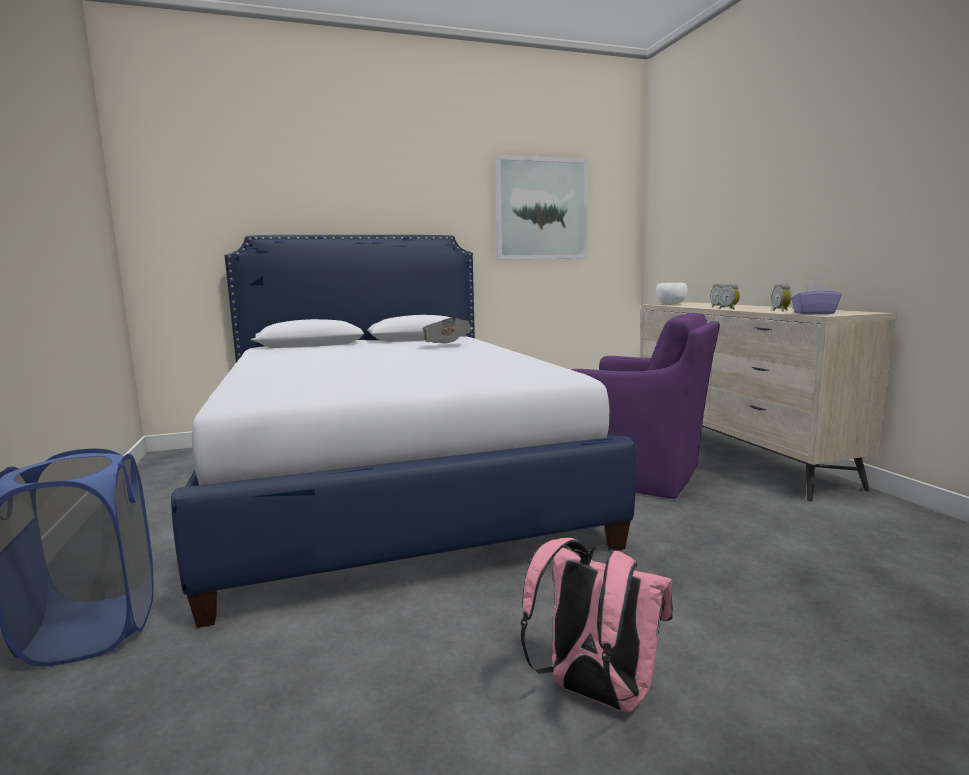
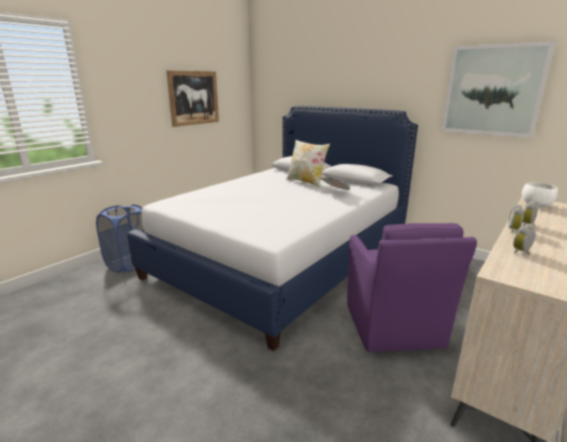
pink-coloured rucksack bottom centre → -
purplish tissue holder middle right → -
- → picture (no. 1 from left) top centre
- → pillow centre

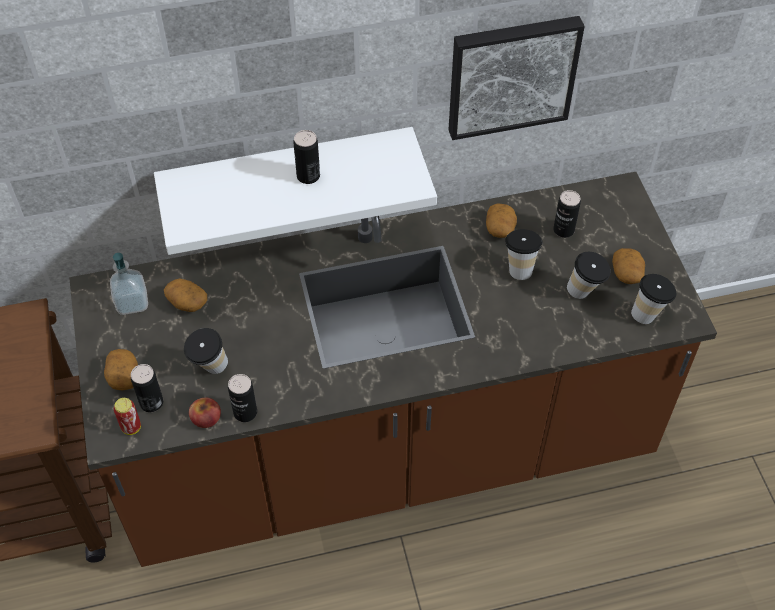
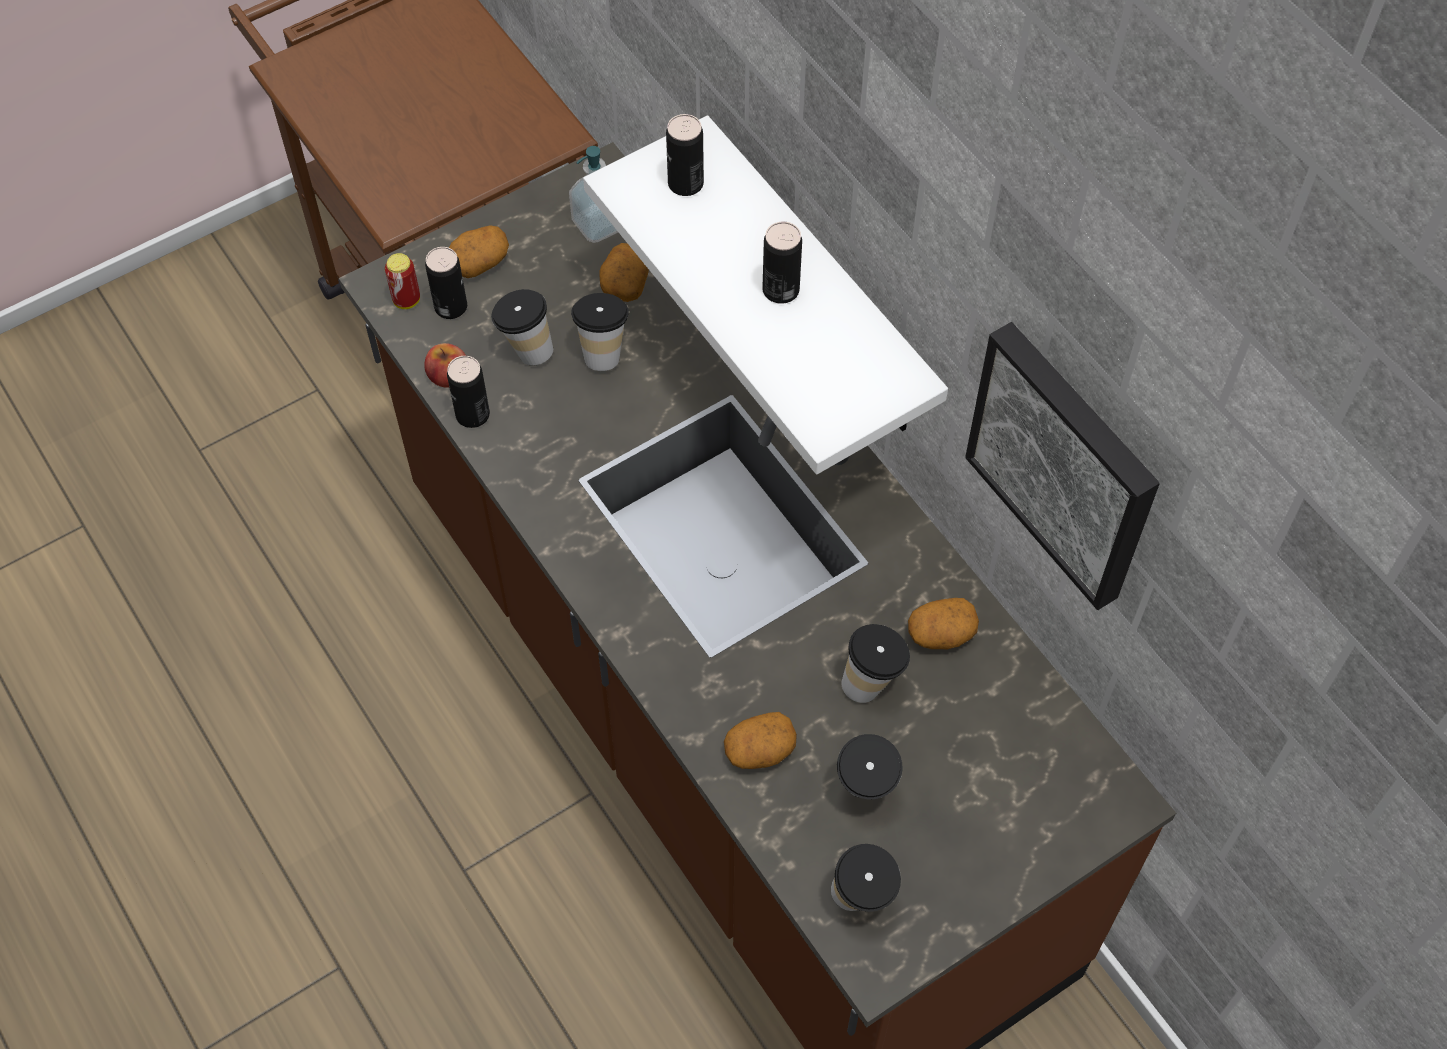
sealed can (no. 5 from left in the first image) middle right → sealed can (no. 4 from left) top centre, shifted
whole potato (no. 4 from left in the first image) middle right → whole potato (no. 3 from left) bottom centre, shifted
- → cup (no. 2 from left) top centre

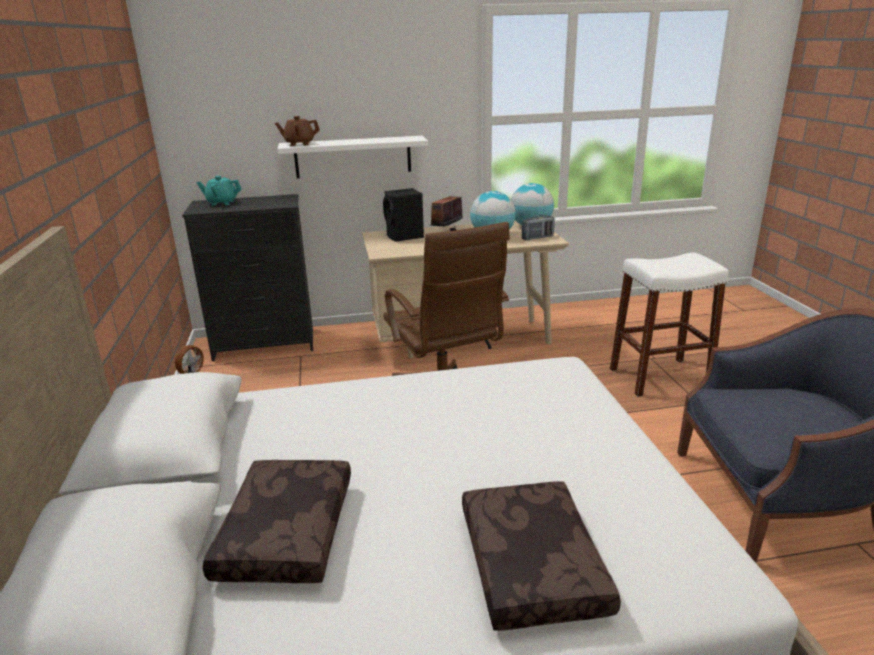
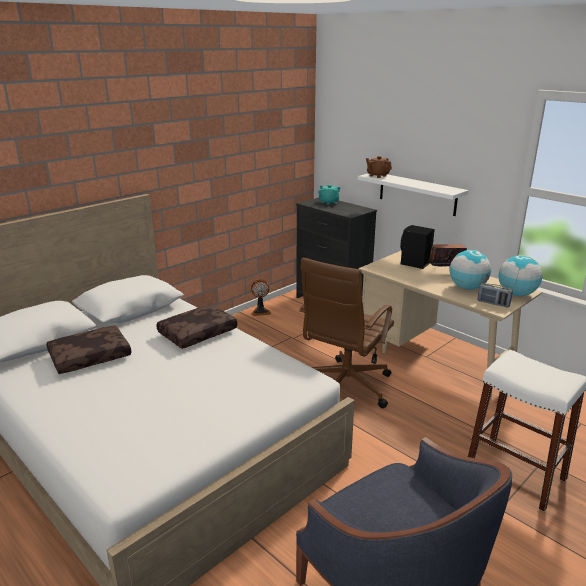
brown pillow (no. 2 from left) bottom centre → brown pillow (no. 2 from left) centre, shifted

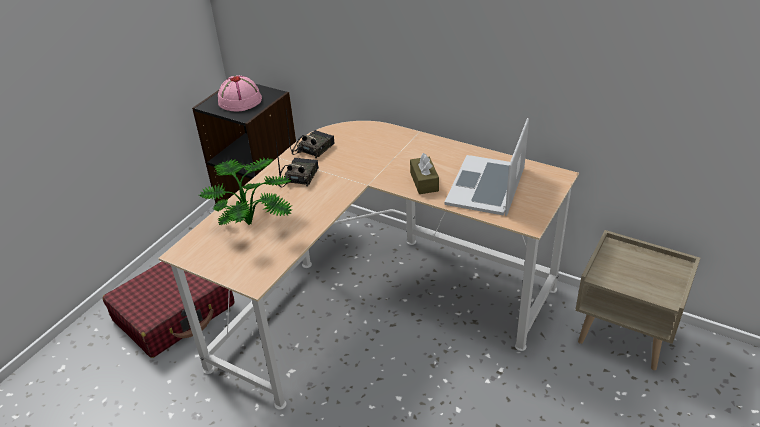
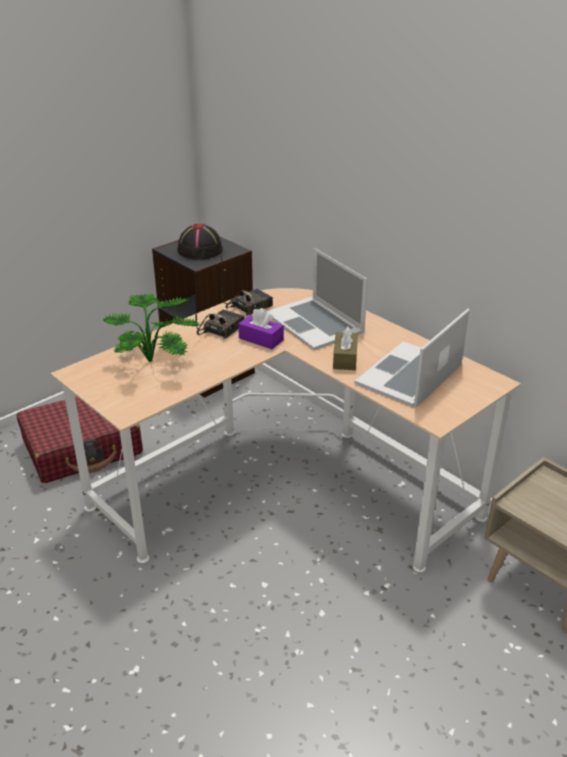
pink-coloured clothing hat top left → black clothing hat top centre
- → purplish tissue holder centre
- → notebook computer (no. 1 from left) centre

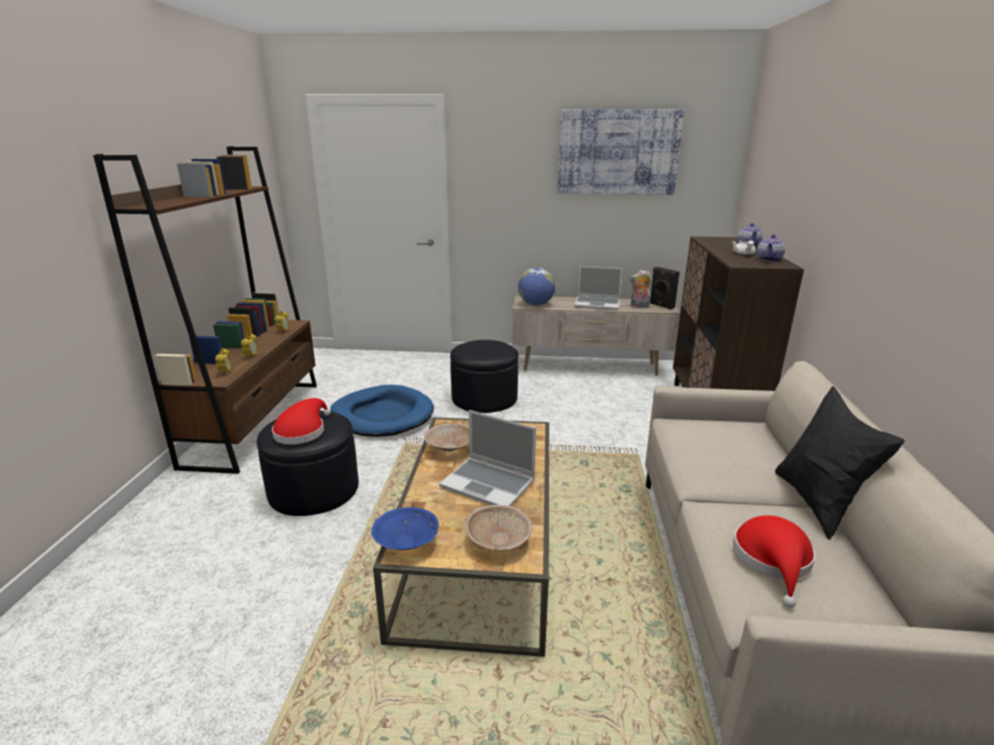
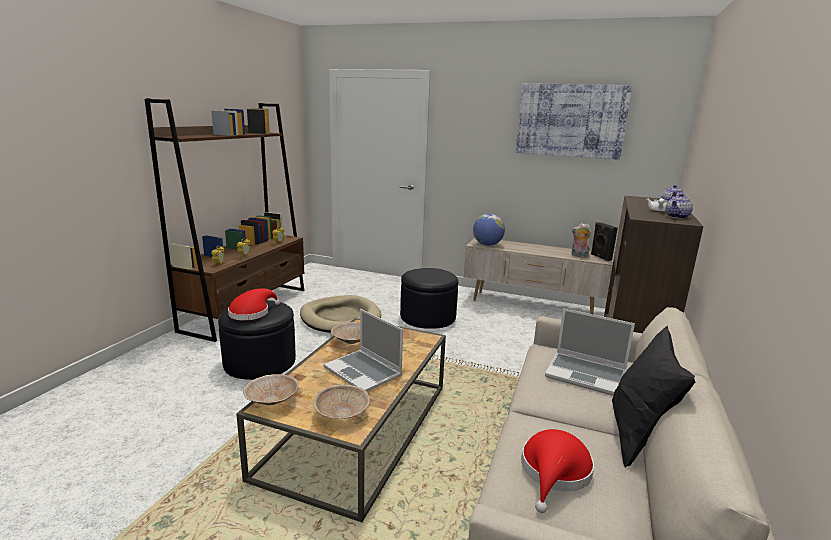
blue-coloured dog bed centre → beige dog bed centre
blue-coloured deep dish bottom centre → beige deep dish (no. 1 from left) bottom left
notebook computer (no. 2 from left) centre → notebook computer (no. 2 from left) middle right, shifted

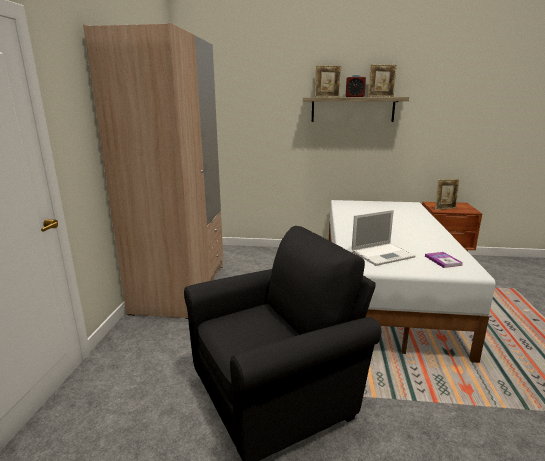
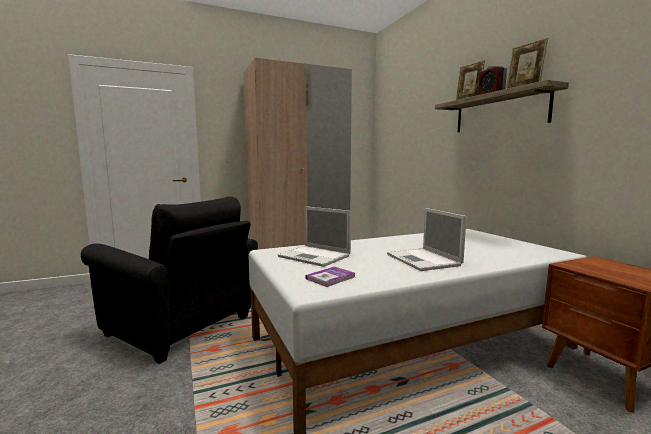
standing frame (no. 3 from left) middle right → -
- → notebook computer (no. 2 from left) centre

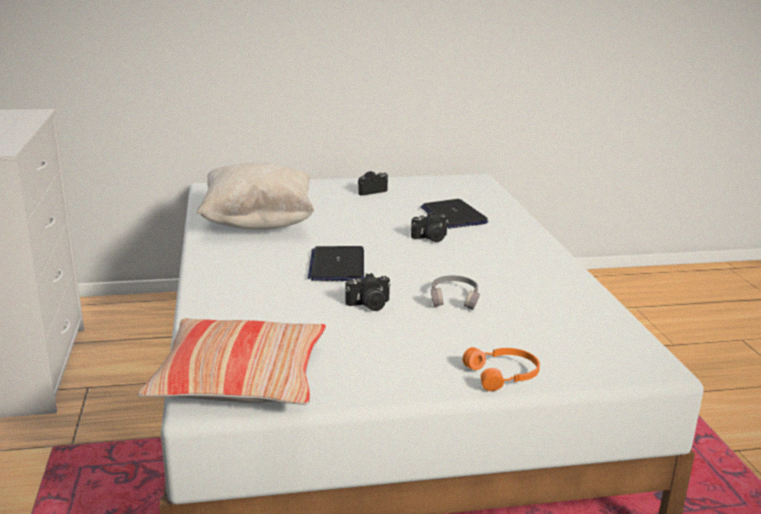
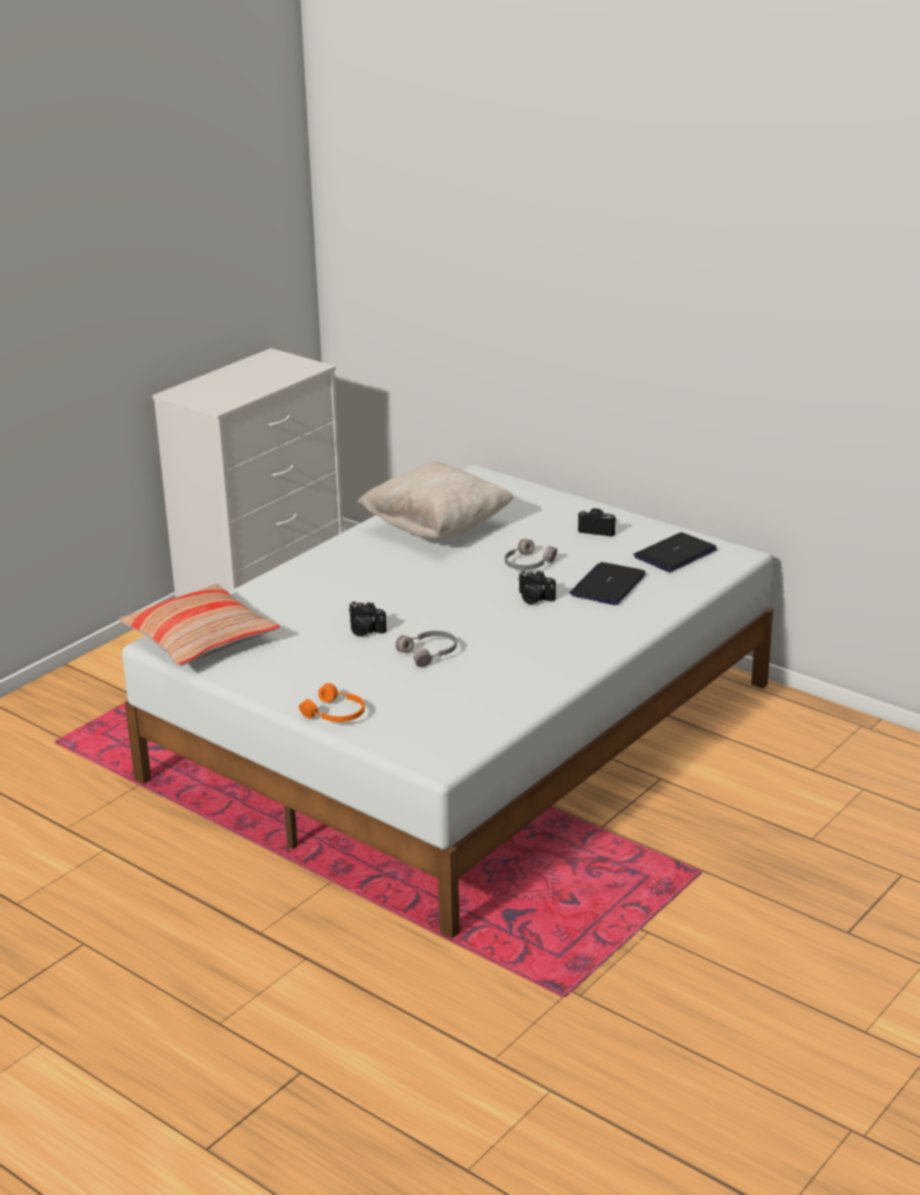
notebook computer (no. 1 from left in the first image) centre → notebook computer (no. 2 from left) middle right, shifted
- → greyish headphones (no. 2 from left) centre

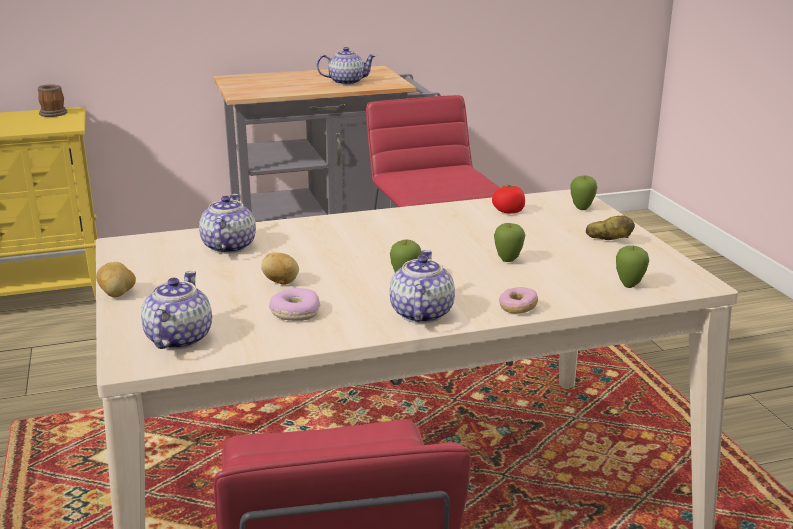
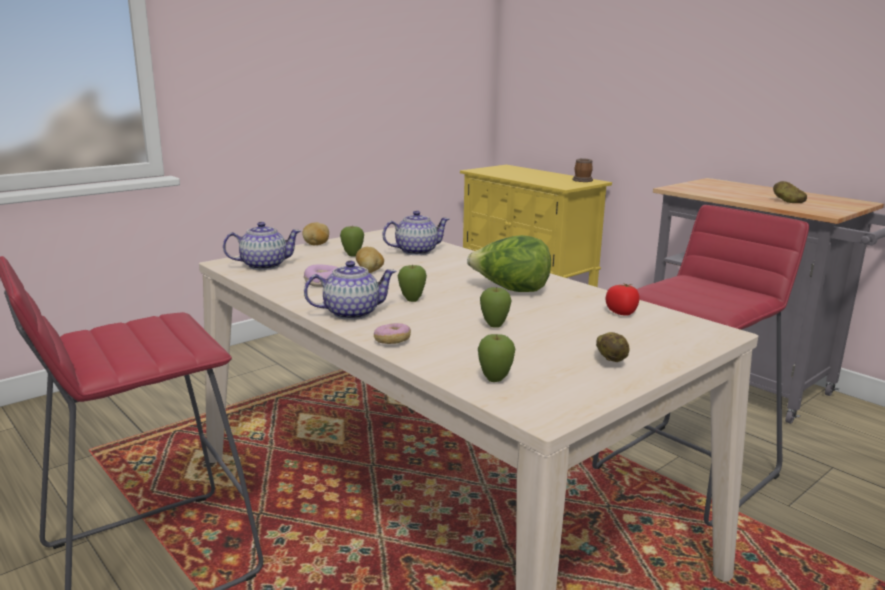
pot for tea (no. 3 from left) top centre → whole potato (no. 4 from left) top right
whole apple (no. 3 from left in the first image) middle right → whole apple (no. 1 from left) centre, shifted
- → head of lettuce centre

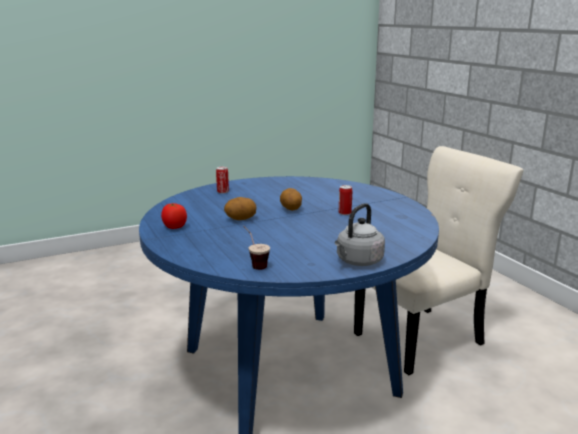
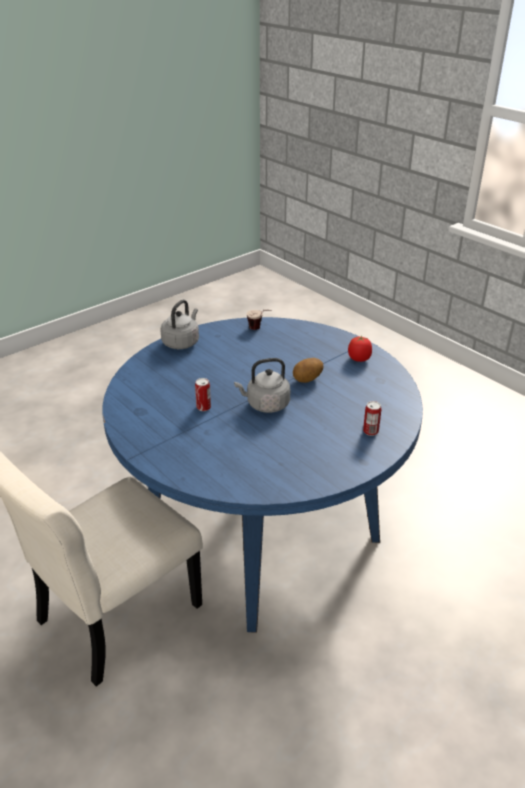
whole potato (no. 2 from left) centre → greyish kettle (no. 2 from left) centre

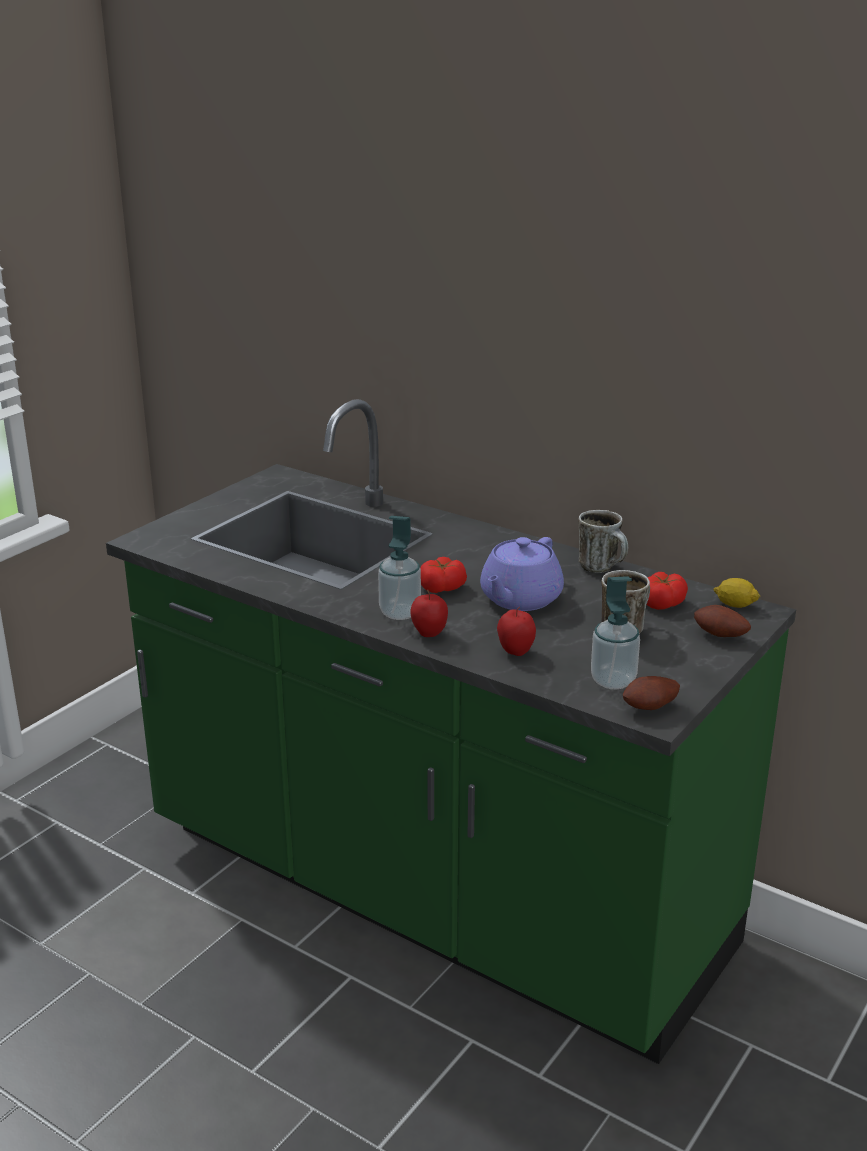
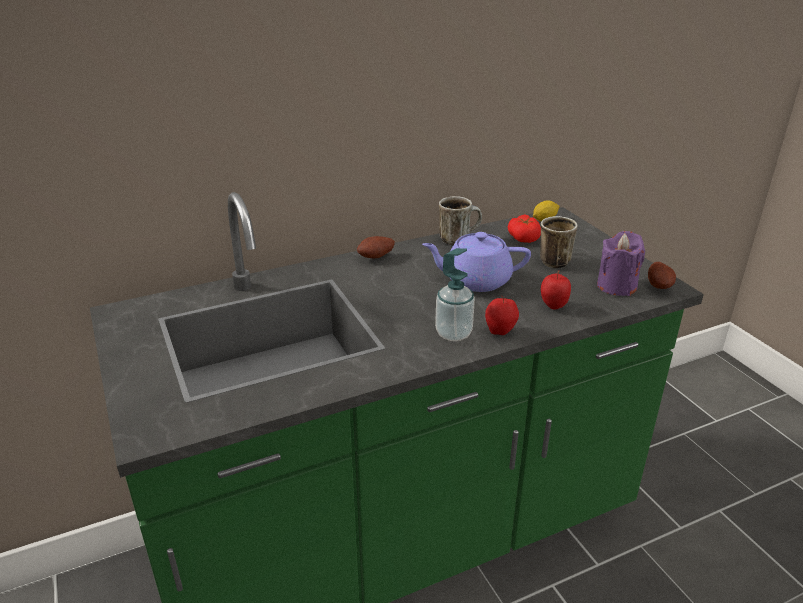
whole tomato (no. 1 from left) centre → -
purplish pot for tea centre, 120 degrees clockwise
soap bottle (no. 2 from left) middle right → purplish wax light middle right
whole potato (no. 2 from left in the first image) middle right → whole potato (no. 1 from left) centre, shifted

